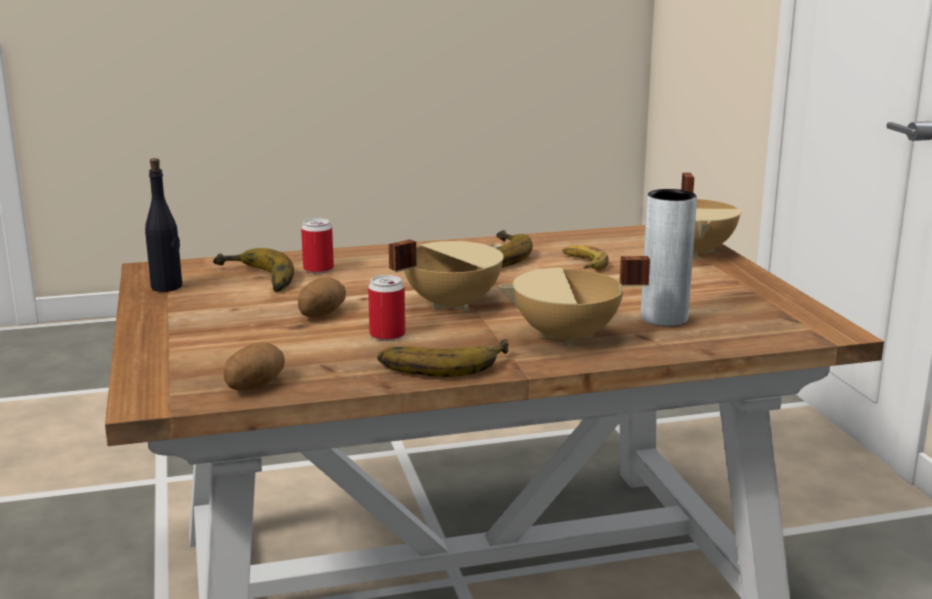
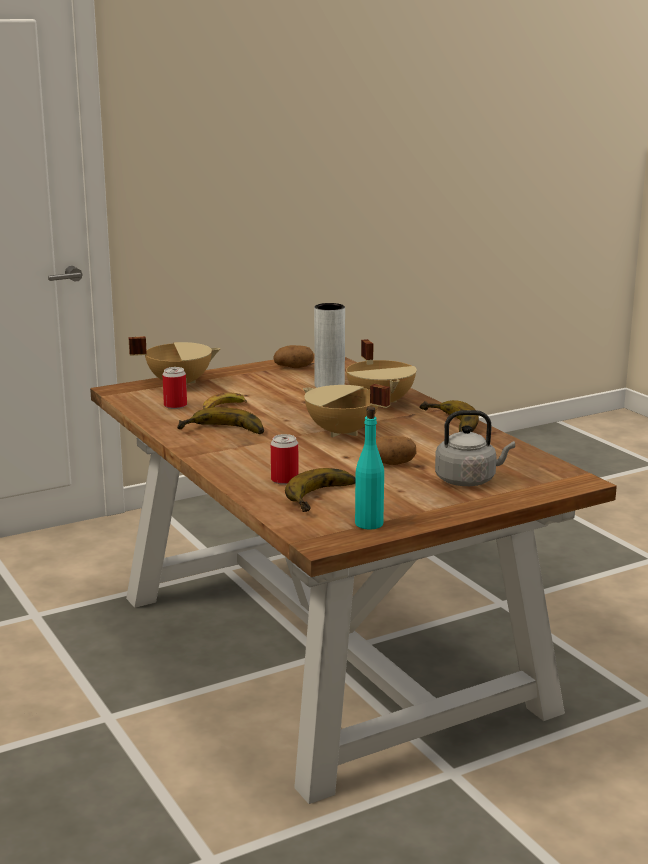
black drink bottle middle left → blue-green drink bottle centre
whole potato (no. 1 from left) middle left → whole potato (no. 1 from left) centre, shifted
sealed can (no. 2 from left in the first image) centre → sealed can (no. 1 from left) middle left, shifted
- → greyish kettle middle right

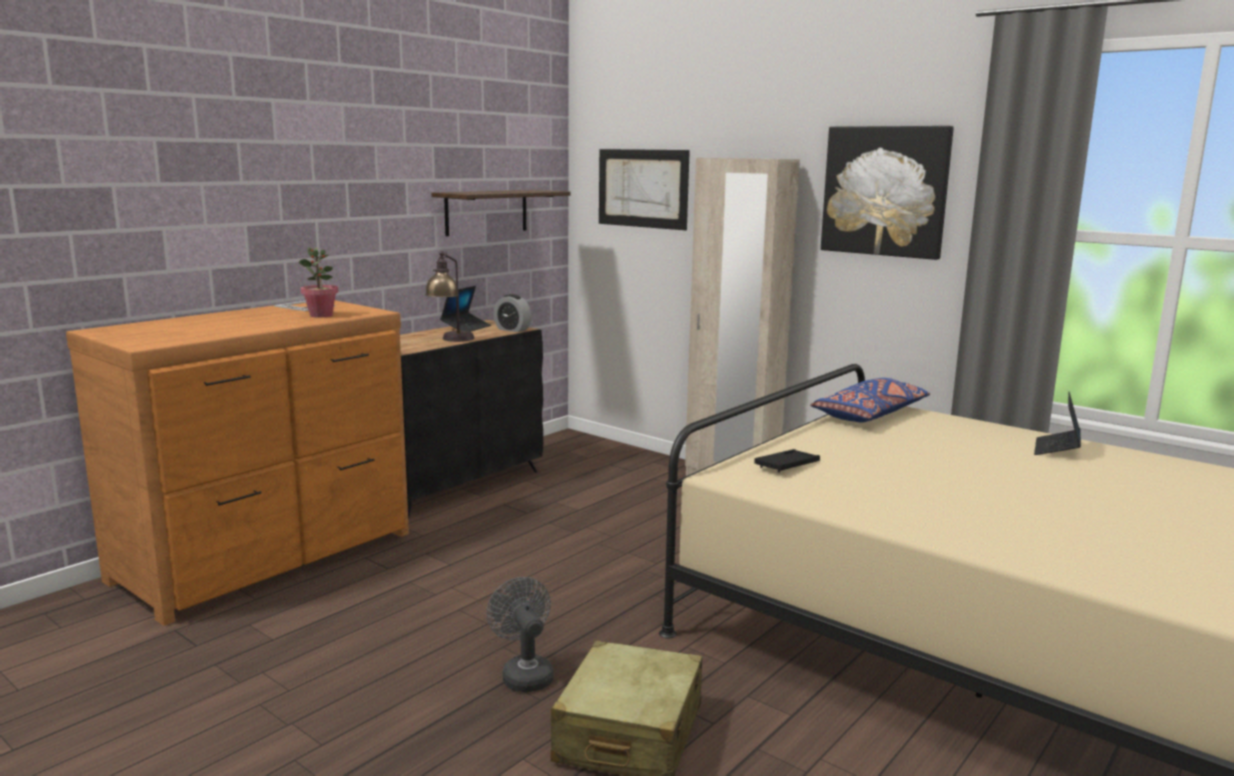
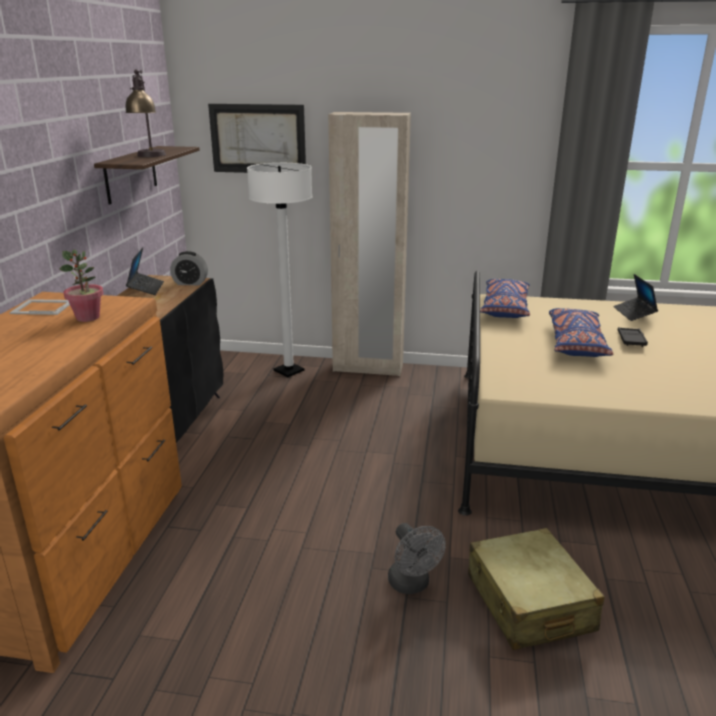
table lamp centre → table lamp top left, shifted
greyish fan bottom centre, 150 degrees counterclockwise
black tray centre → black tray middle right, shifted
picture (no. 2 from left) top right → -
- → white standard lamp centre
- → blue-coloured pillow (no. 2 from left) middle right

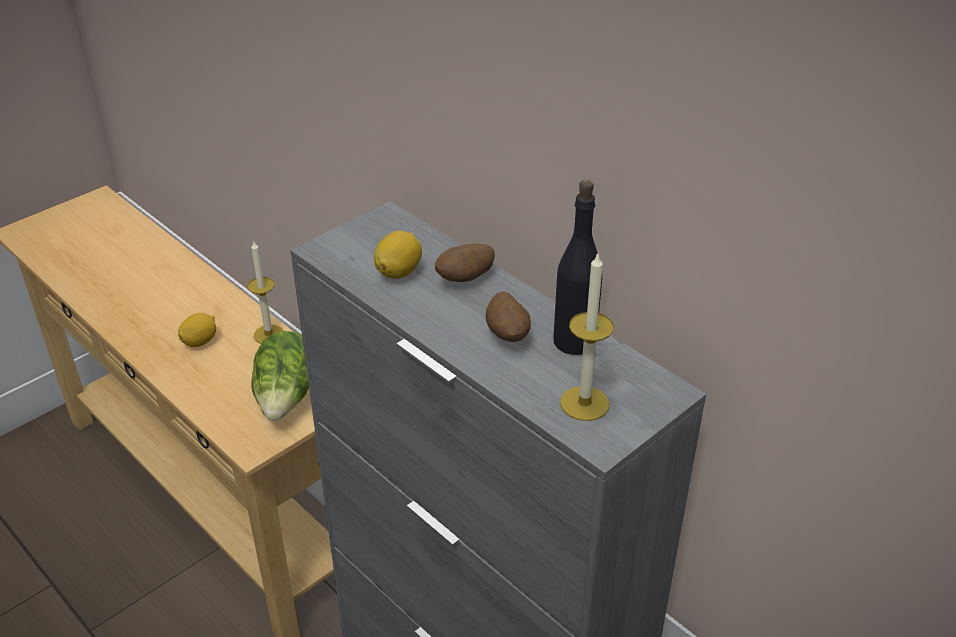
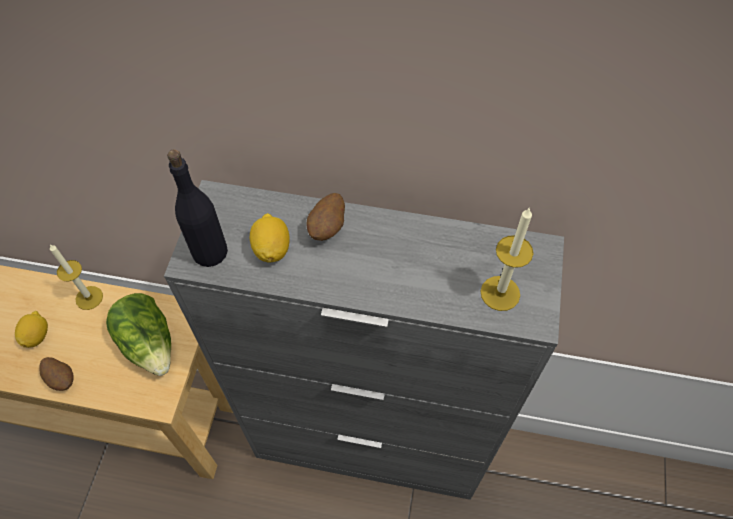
whole potato (no. 2 from left in the first image) centre → whole potato (no. 1 from left) bottom left, shifted
black drink bottle centre → black drink bottle middle left, shifted

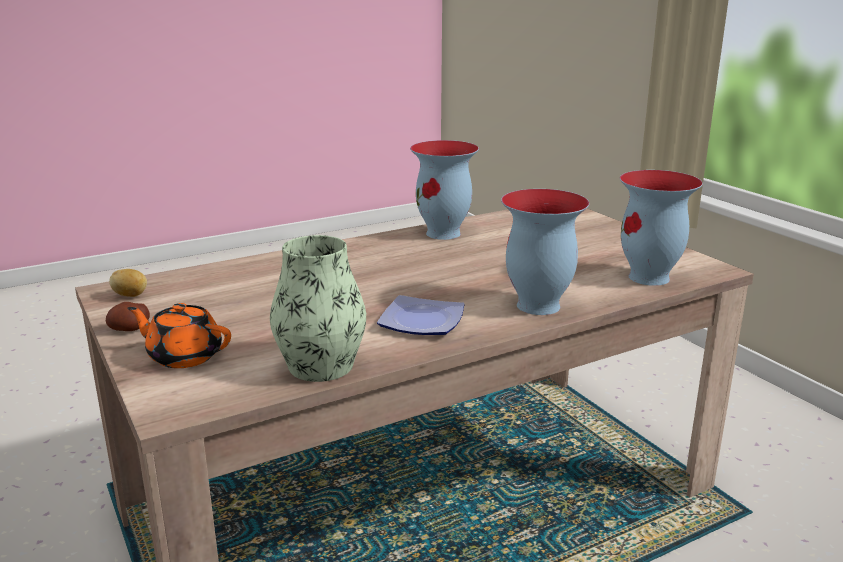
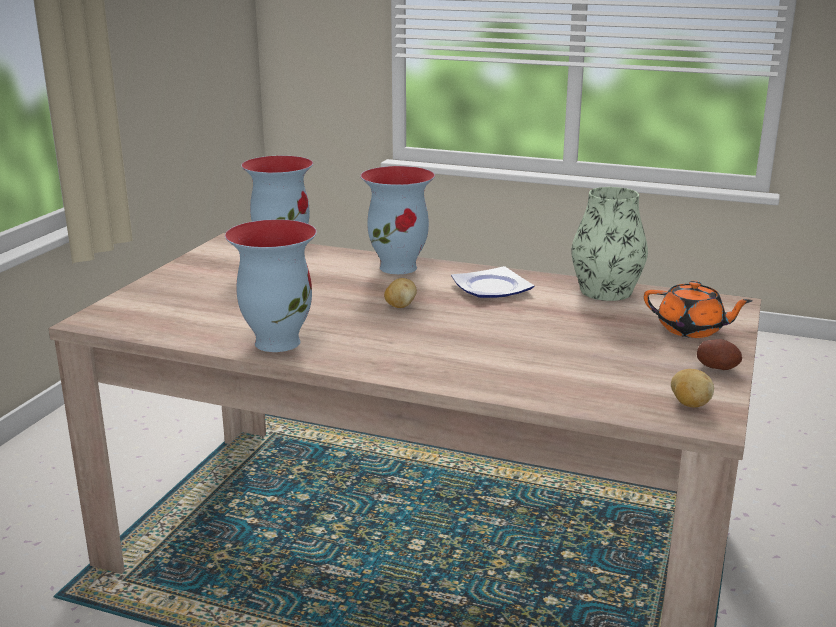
orange-coloured pot for tea middle left → orange-coloured pot for tea middle right, 45 degrees counterclockwise
- → whole potato (no. 1 from left) centre

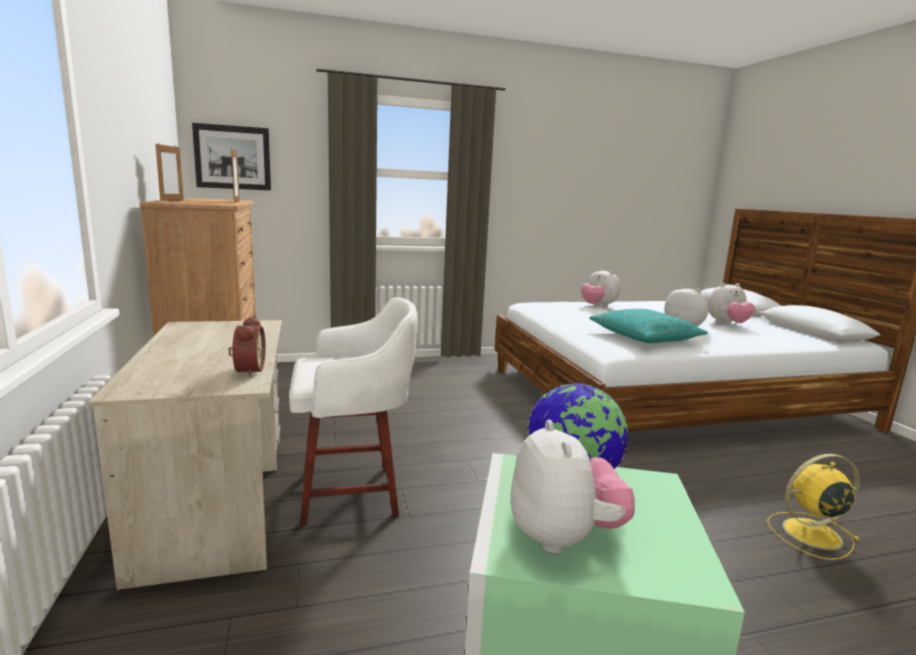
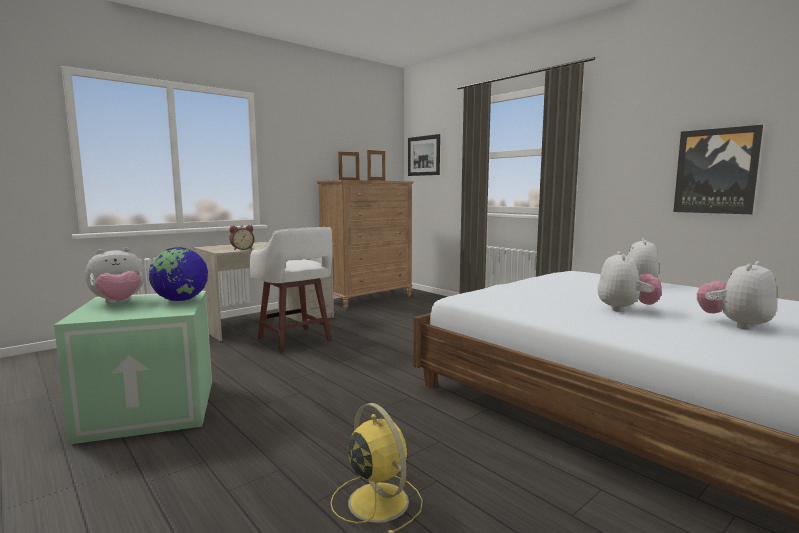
blue-green pillow middle right → -
cuddly toy (no. 4 from left) middle right, 90 degrees clockwise
- → picture (no. 2 from left) top right

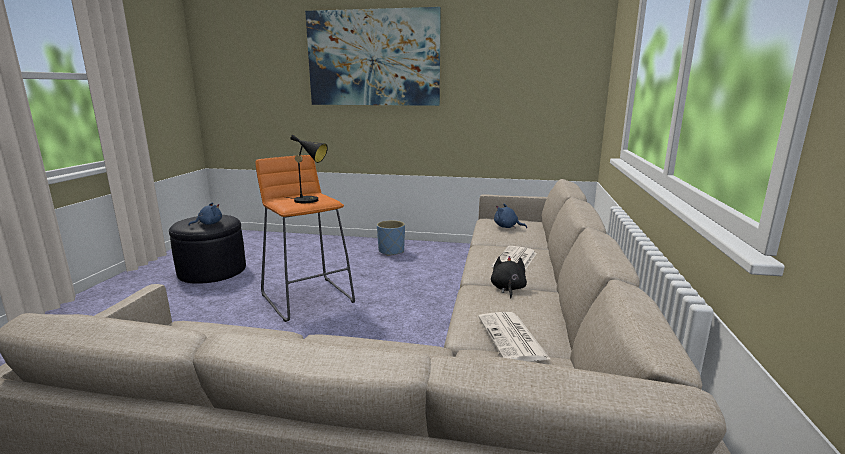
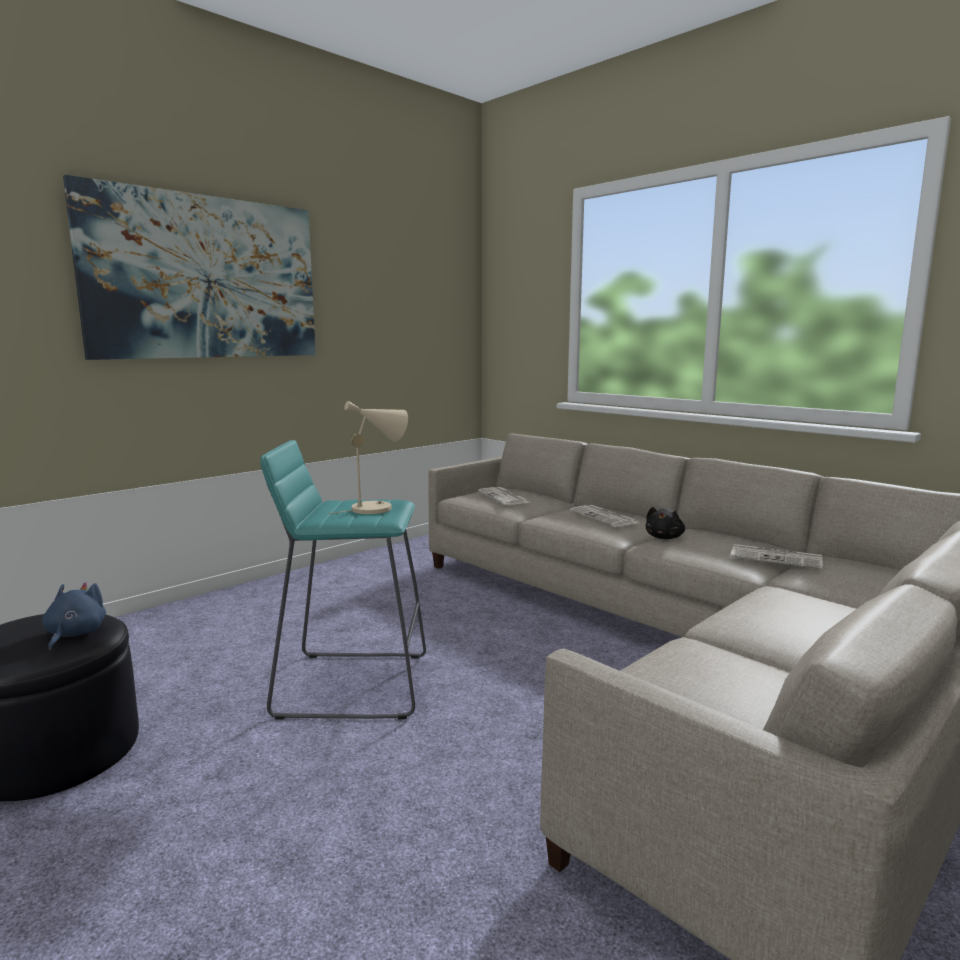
orange-coloured stool seat centre → blue-green stool seat centre
black table lamp centre → beige table lamp centre
blue-coloured planter centre → -
black cuddly toy centre → black cuddly toy middle right, 105 degrees counterclockwise
blue-coloured cuddly toy (no. 2 from left) centre → printed paper (no. 1 from left) centre

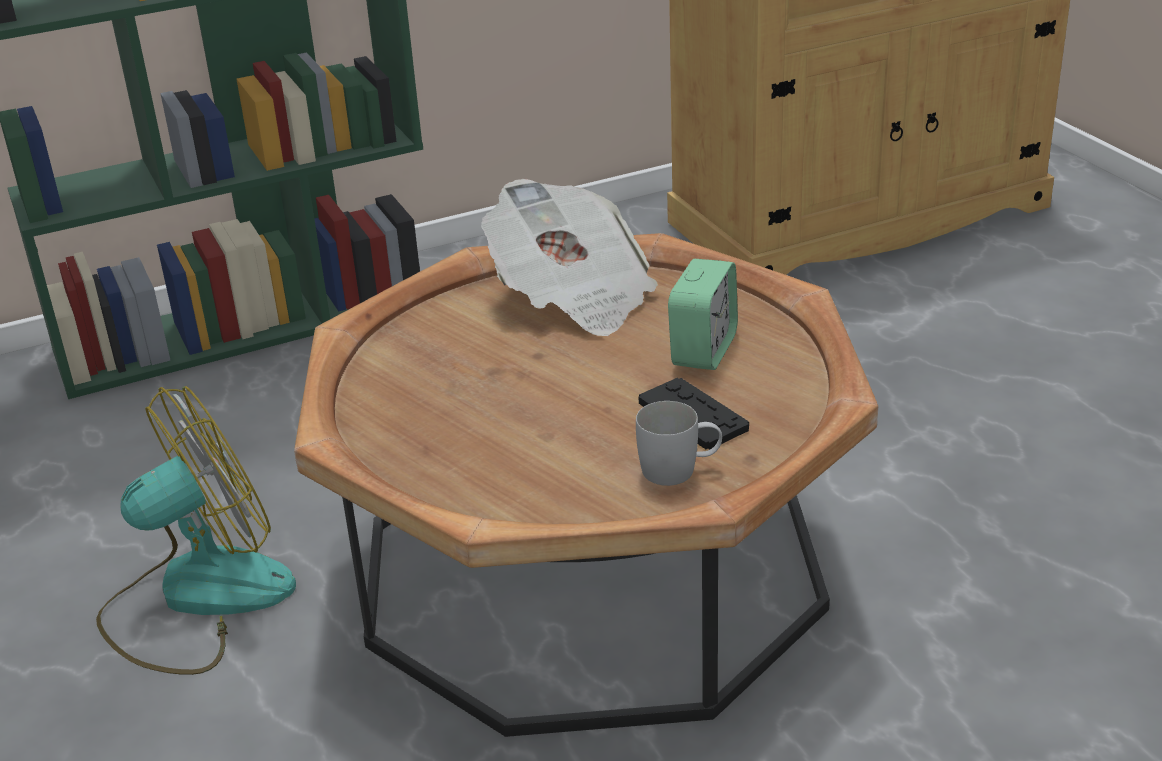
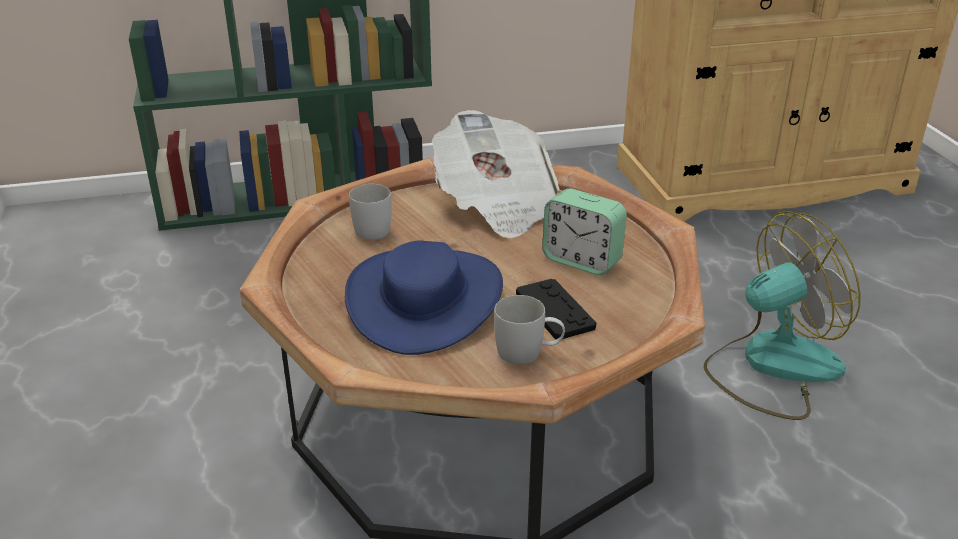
fan bottom left → fan middle right, shifted
alarm clock centre, 90 degrees clockwise
- → blue-coloured clothing hat centre
- → white mug (no. 1 from left) centre

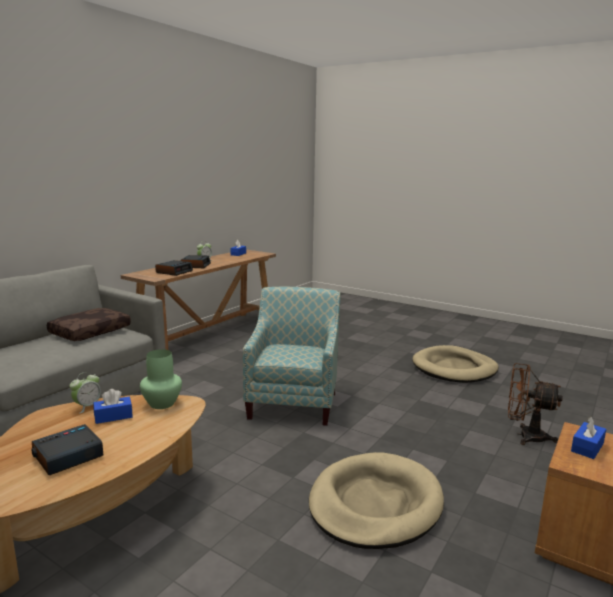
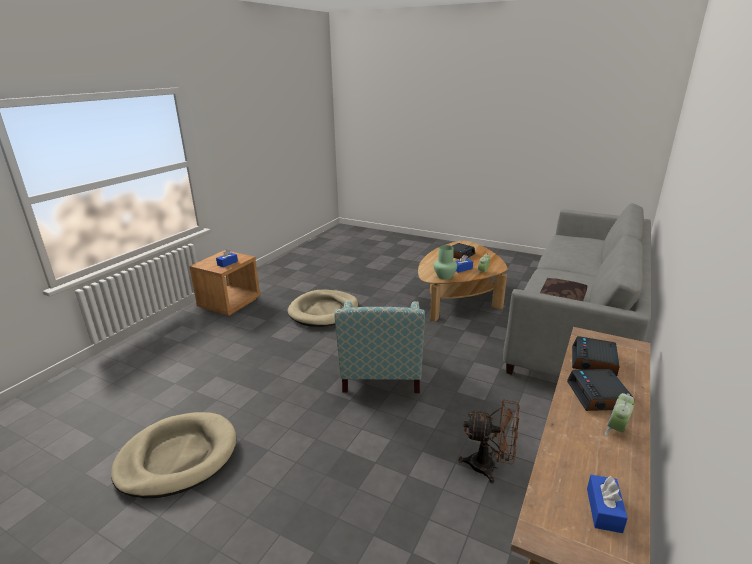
brown fan bottom right → brown fan bottom centre, shifted

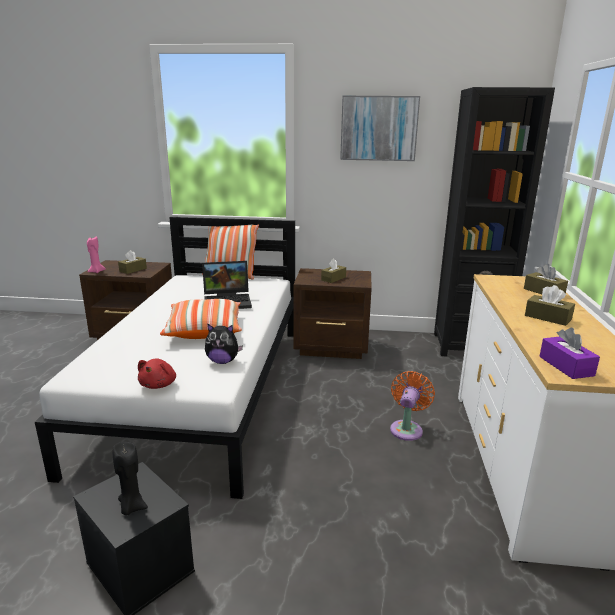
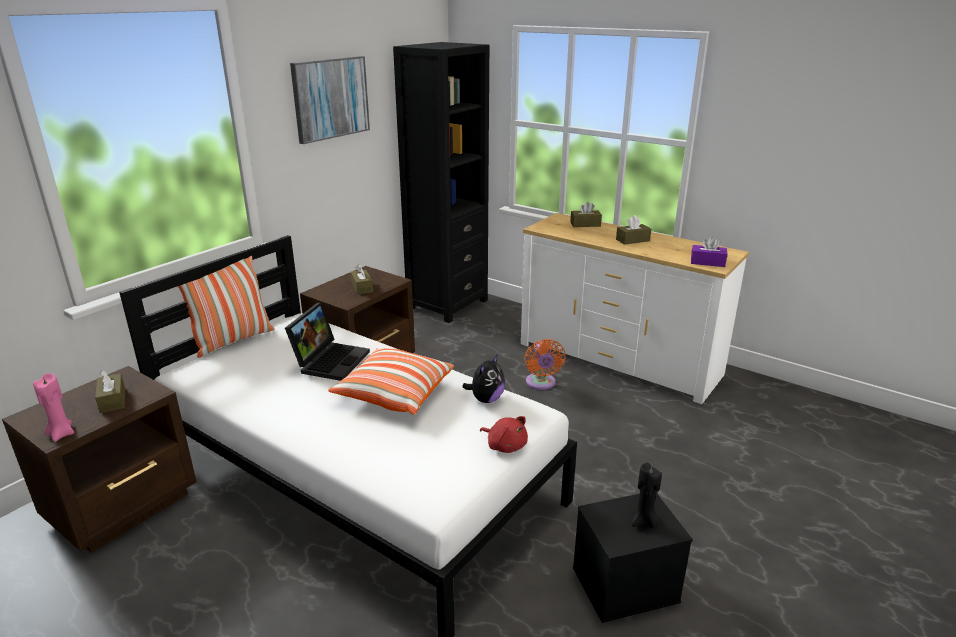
orange-coloured fan middle right → orange-coloured fan centre, 150 degrees counterclockwise

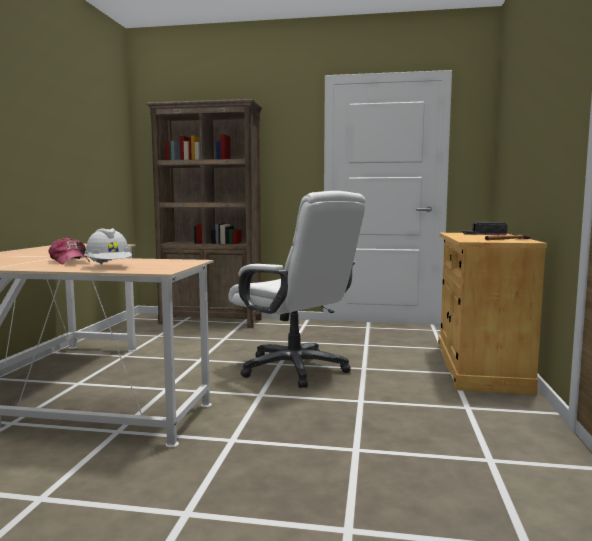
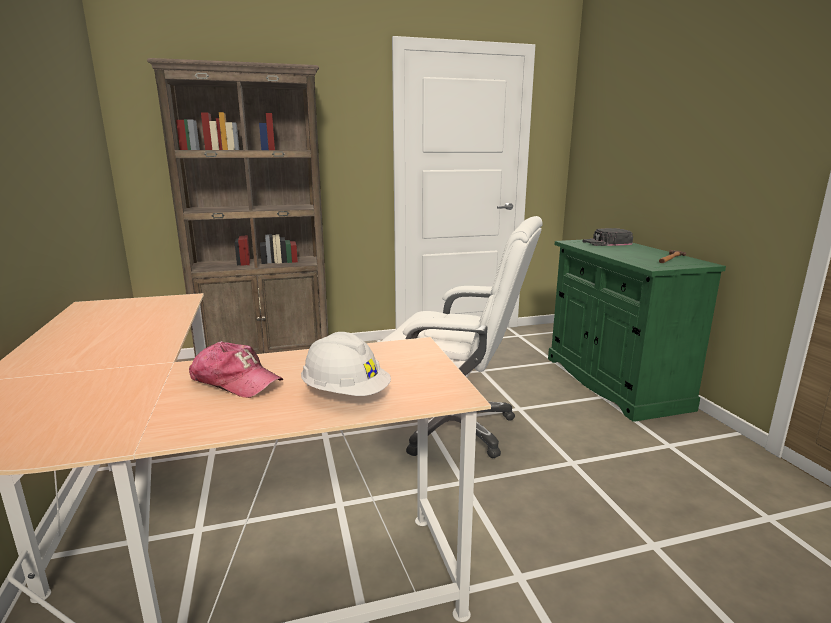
beige cupboard middle right → greenish cupboard middle right

